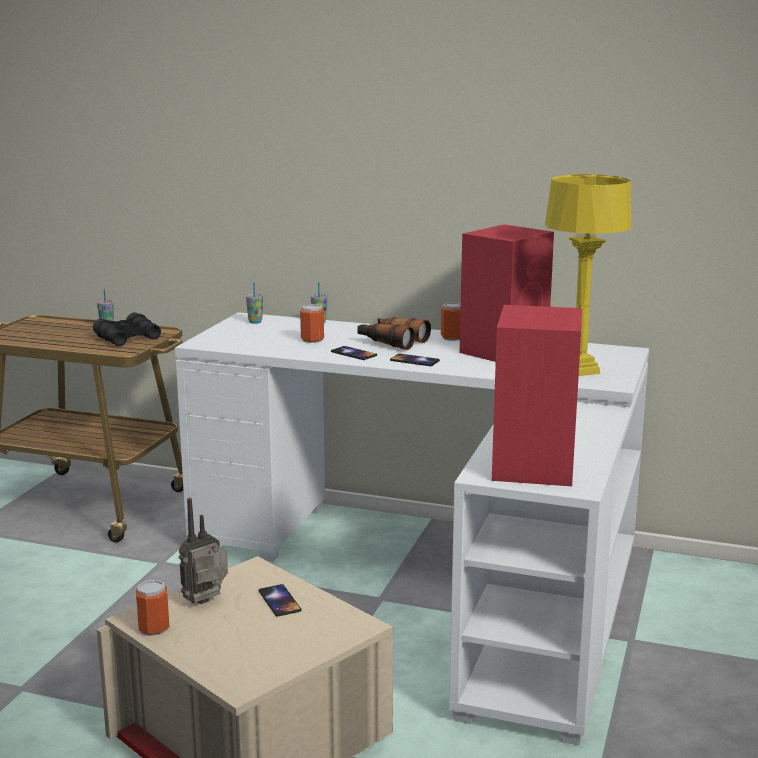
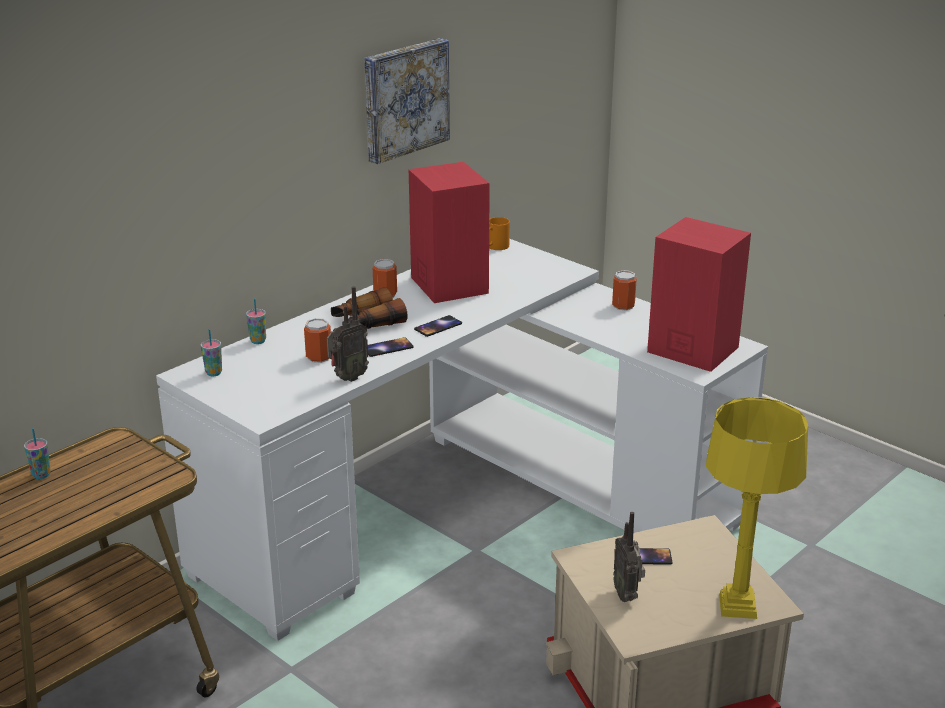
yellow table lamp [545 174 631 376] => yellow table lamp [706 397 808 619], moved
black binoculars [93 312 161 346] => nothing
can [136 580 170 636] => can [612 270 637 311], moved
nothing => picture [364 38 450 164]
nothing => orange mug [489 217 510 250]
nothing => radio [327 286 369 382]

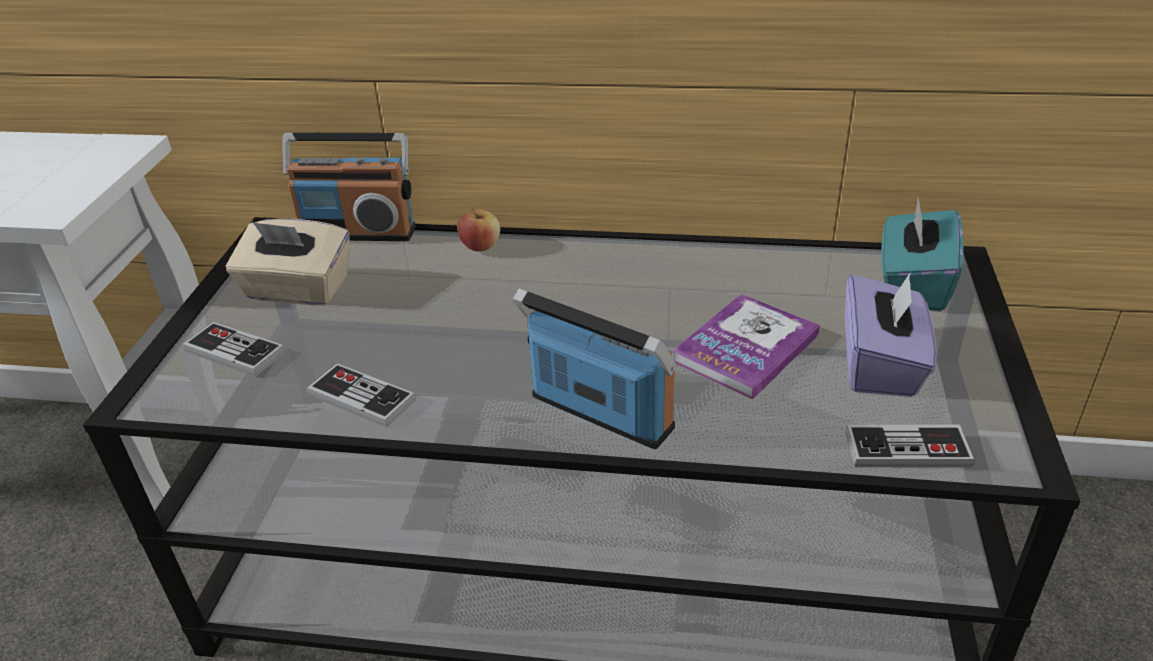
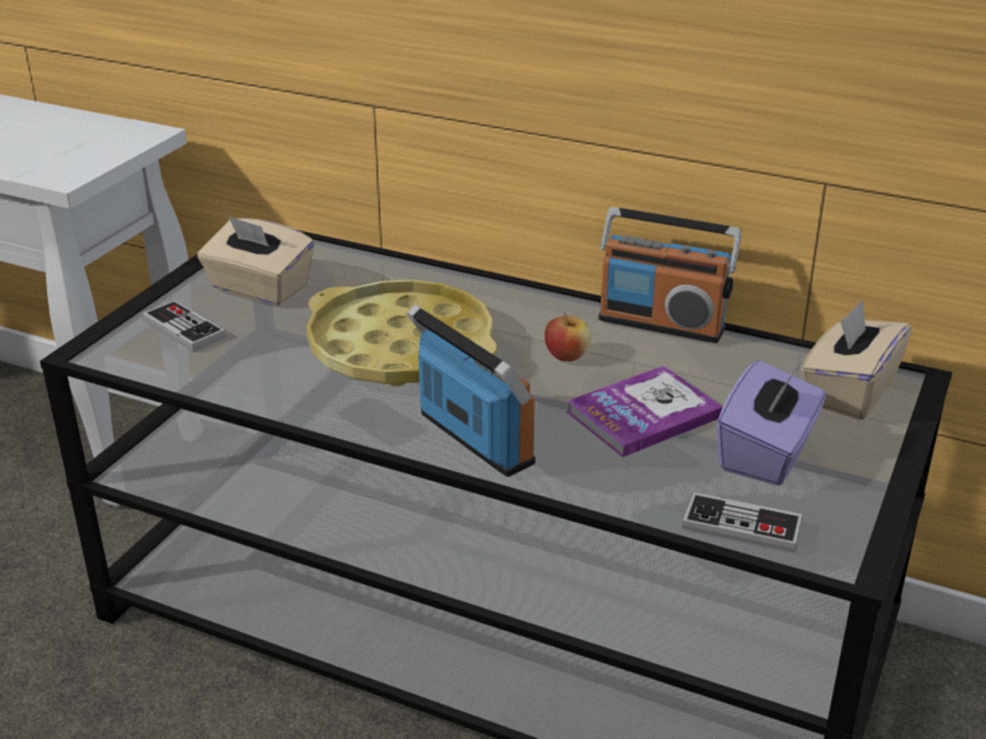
radio [282 133 416 241] => radio [599 207 742 343], moved
turquoise tissue box [881 198 964 311] => beige tissue box [801 300 912 420]
apple [457 207 500 251] => apple [545 312 592 361], moved
game controller [307 363 416 428] => nothing
nothing => yellow tray [306 280 497 387]

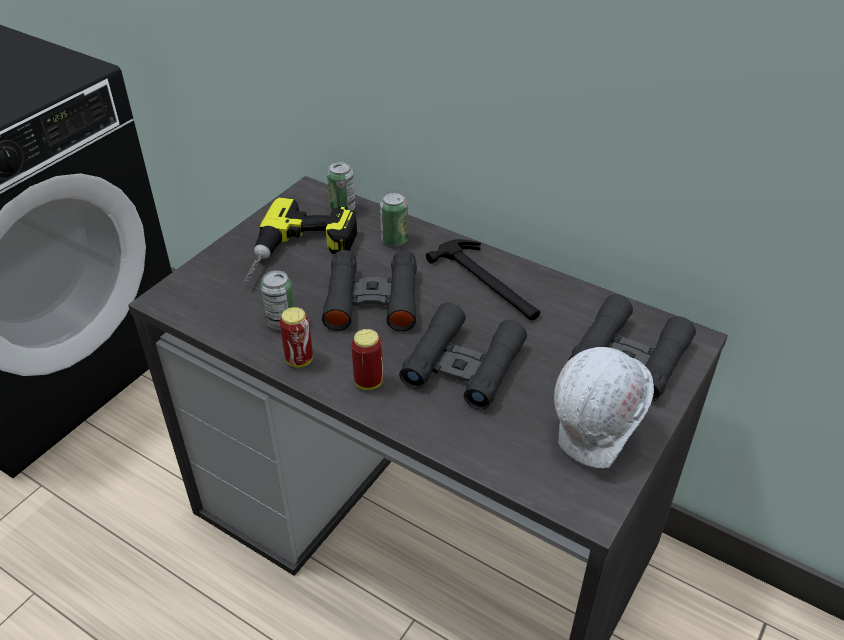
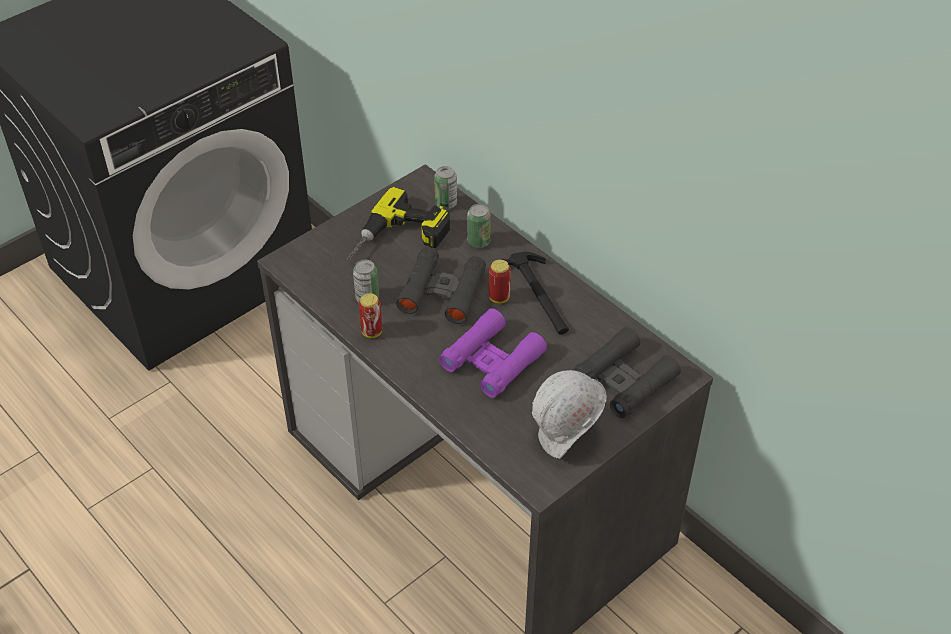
black binoculars [399 303 527 410] => purple binoculars [439 308 547 398]
can [351 329 383 390] => can [489 260 511 303], moved

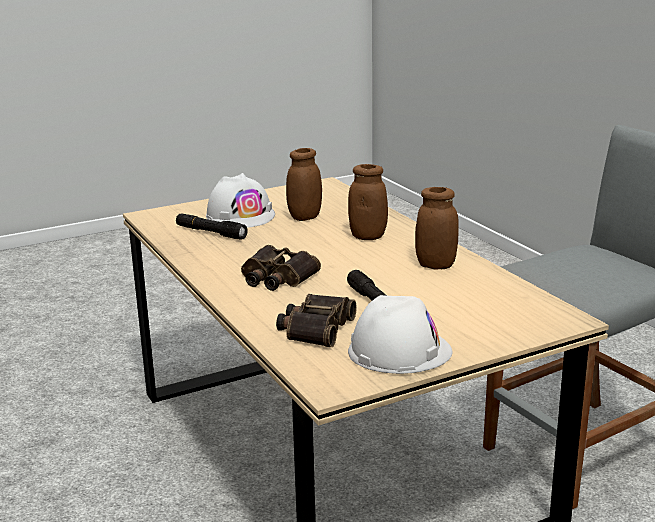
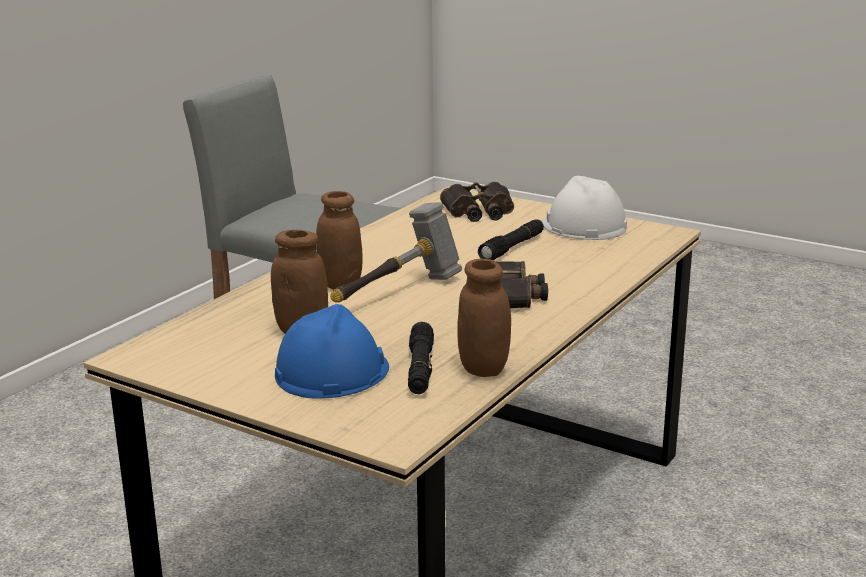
white hard hat [206 173 275 228] => blue hard hat [275 304 389 399]
brown jar [415 187 459 270] => brown jar [457 259 511 377], moved
binoculars [276 294 357 347] => binoculars [440 182 514 222], moved
nothing => hammer [330 202 462 303]

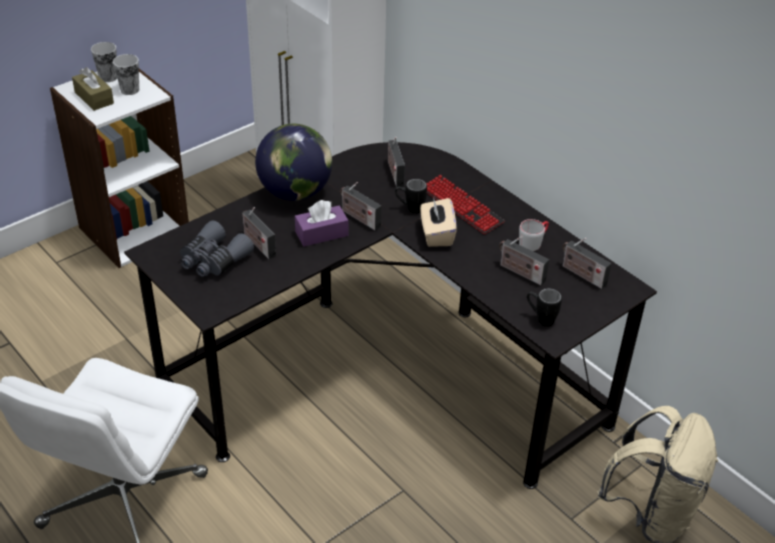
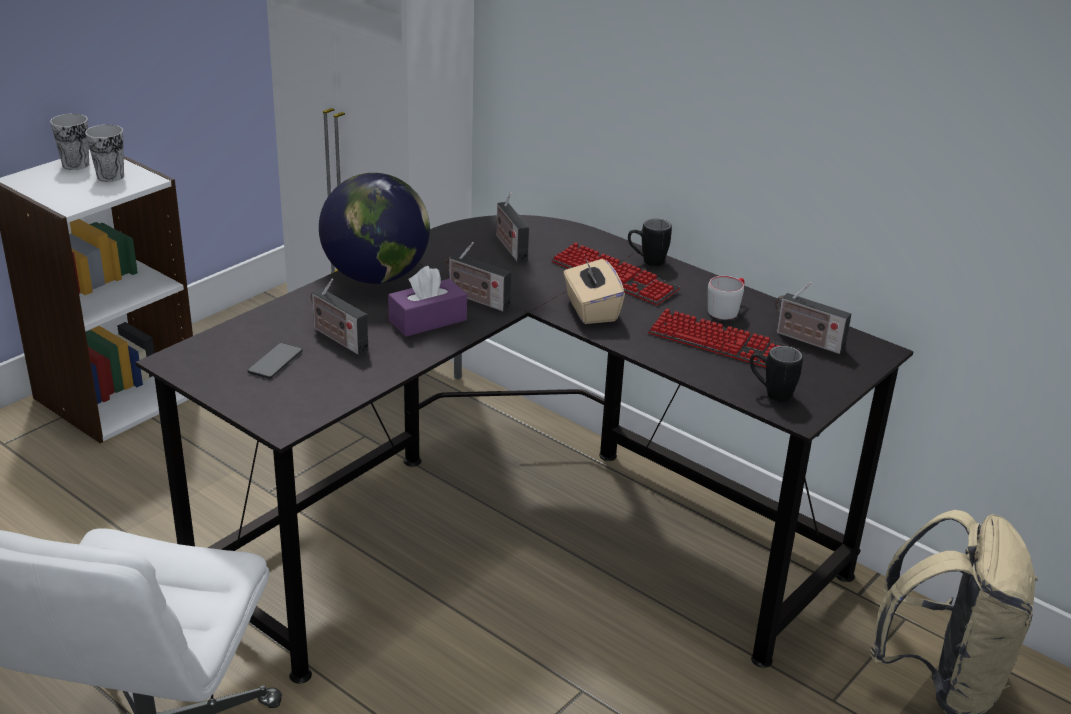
brown tissue box [72 67 114 111] => nothing
black mug [395 179 427 213] => black mug [628 219 672 266], moved
grey binoculars [180 220 254 277] => phone [248 343 303 379]
radio [499 236 549 285] => keyboard [648 309 799 367]

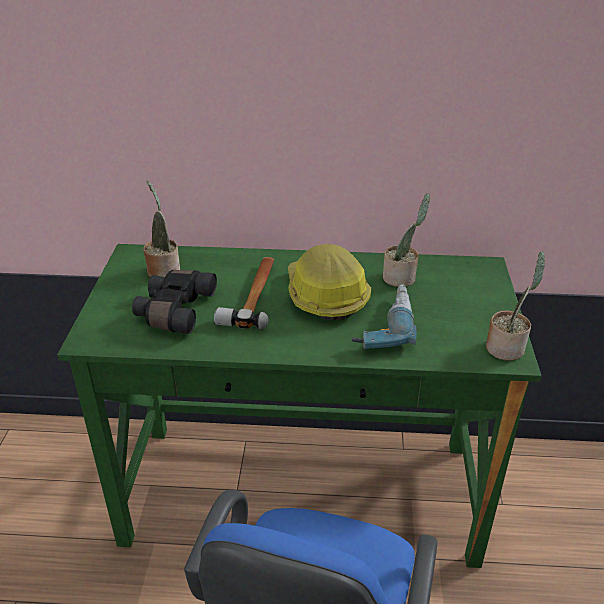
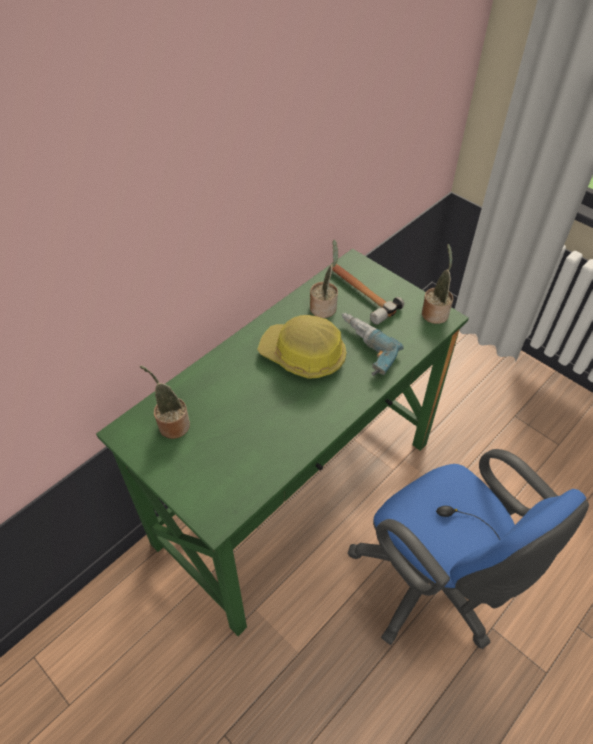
hammer [214 257 274 329] => hammer [332 264 404 325], moved
black binoculars [132 270 217 334] => nothing

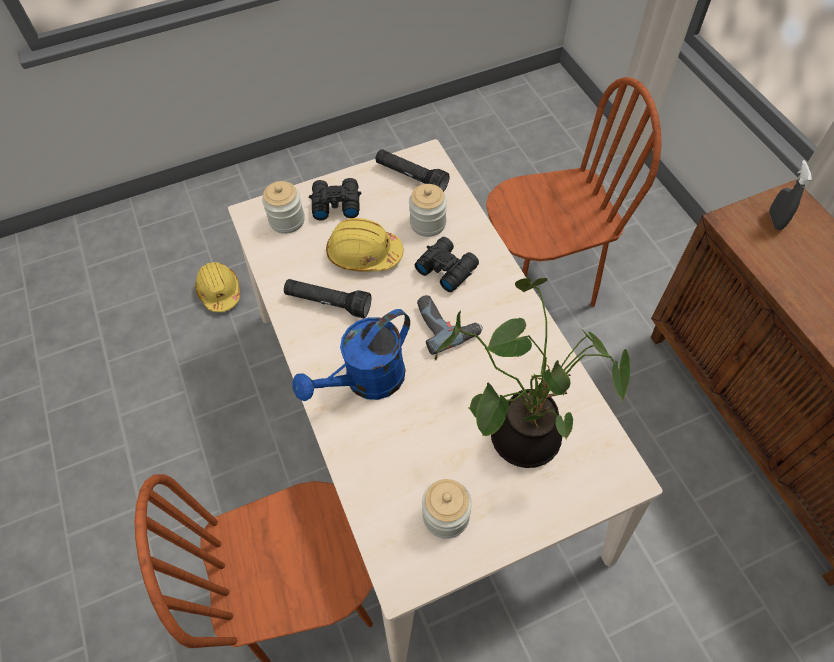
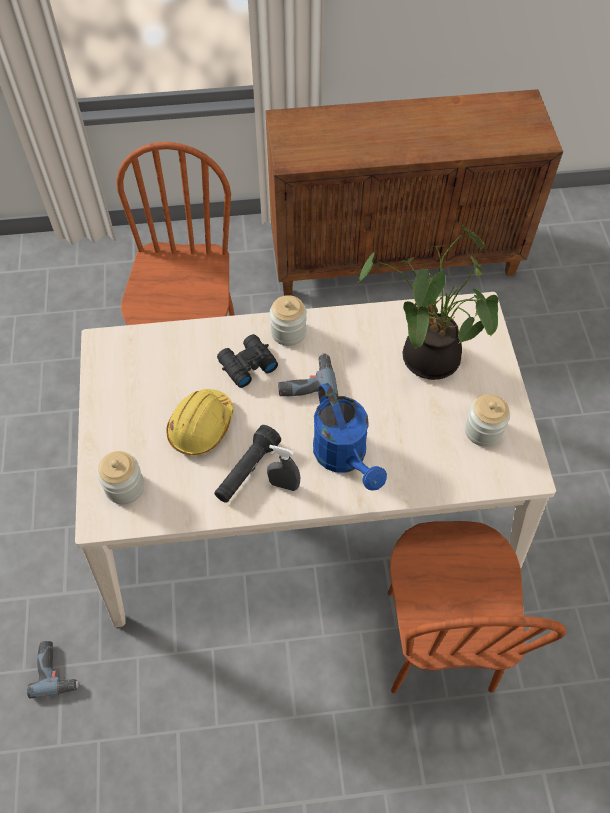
black flashlight [375 149 450 192] => nothing
grey spray bottle [769 160 812 230] => grey spray bottle [267 445 300 491], moved
black binoculars [309 178 362 220] => nothing
jar [409 184 447 237] => jar [270 295 307 346], moved
yellow hard hat [195 262 240 312] => power drill [27 641 80 698]

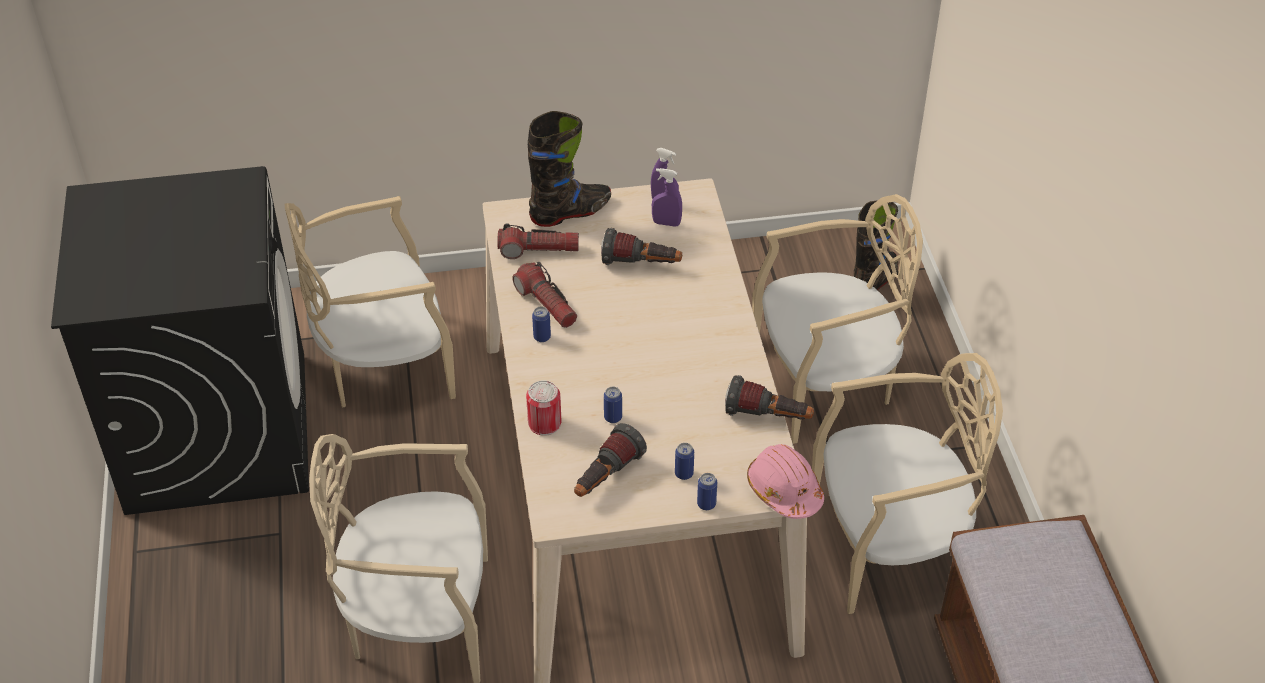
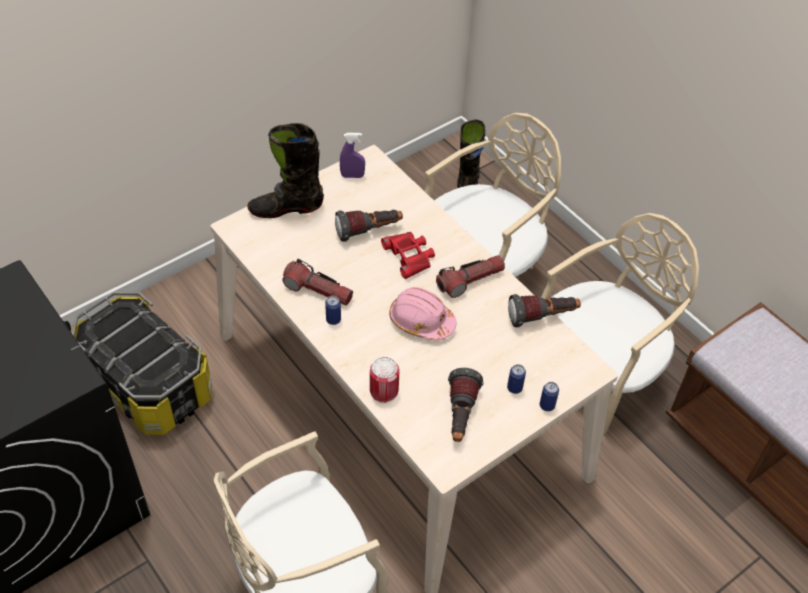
black boot [528 111 611 227] => black boot [247 123 324 218], 135 degrees counterclockwise
purple spray bottle [652 168 682 227] => nothing
beige chair [285 196 456 407] => storage box [72 292 212 435]
flashlight [498 224 579 259] => flashlight [436 255 505 298], moved
can [604 387 622 423] => nothing
pink hard hat [747 444 824 519] => pink hard hat [389 287 457 340], moved
nothing => red binoculars [381 232 435 279]

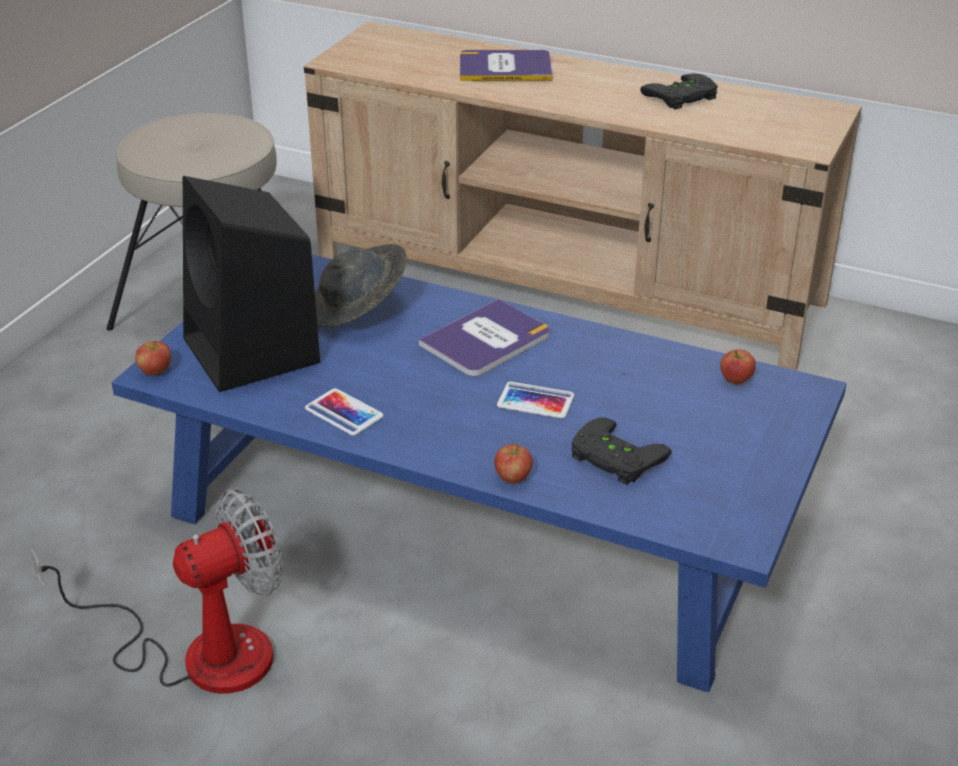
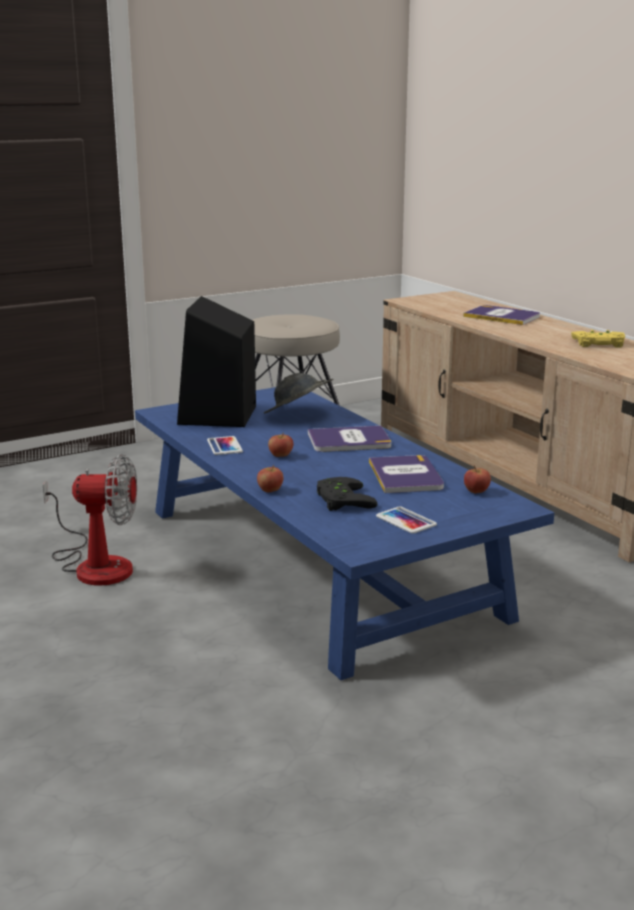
black game controller [640 73 718 110] => yellow game controller [571 330 625 348]
apple [135 341 171 376] => apple [268 432 293 457], moved
phone [497 382 574 419] => phone [376 506 437 534], moved
nothing => book [369 455 444 493]

